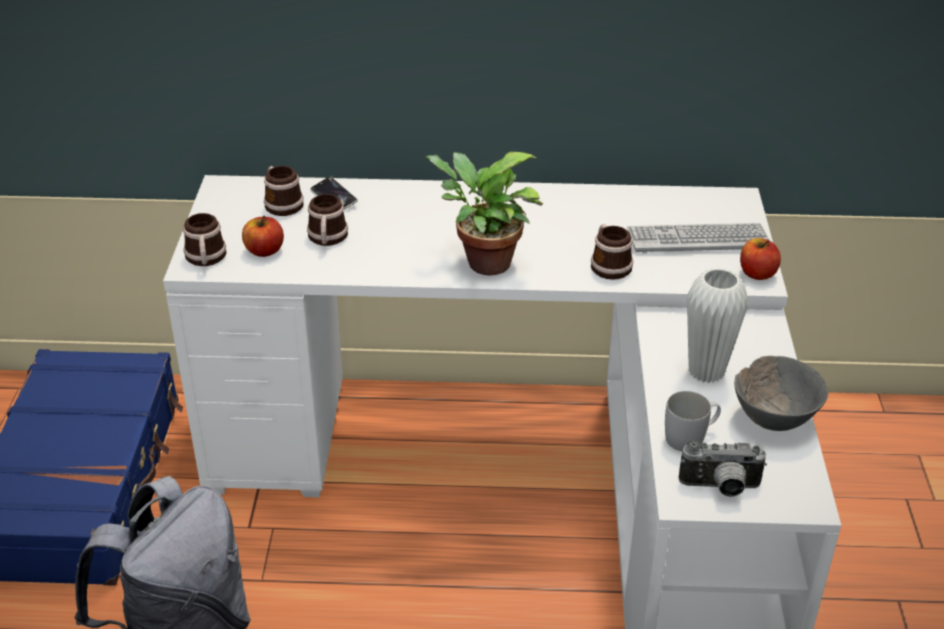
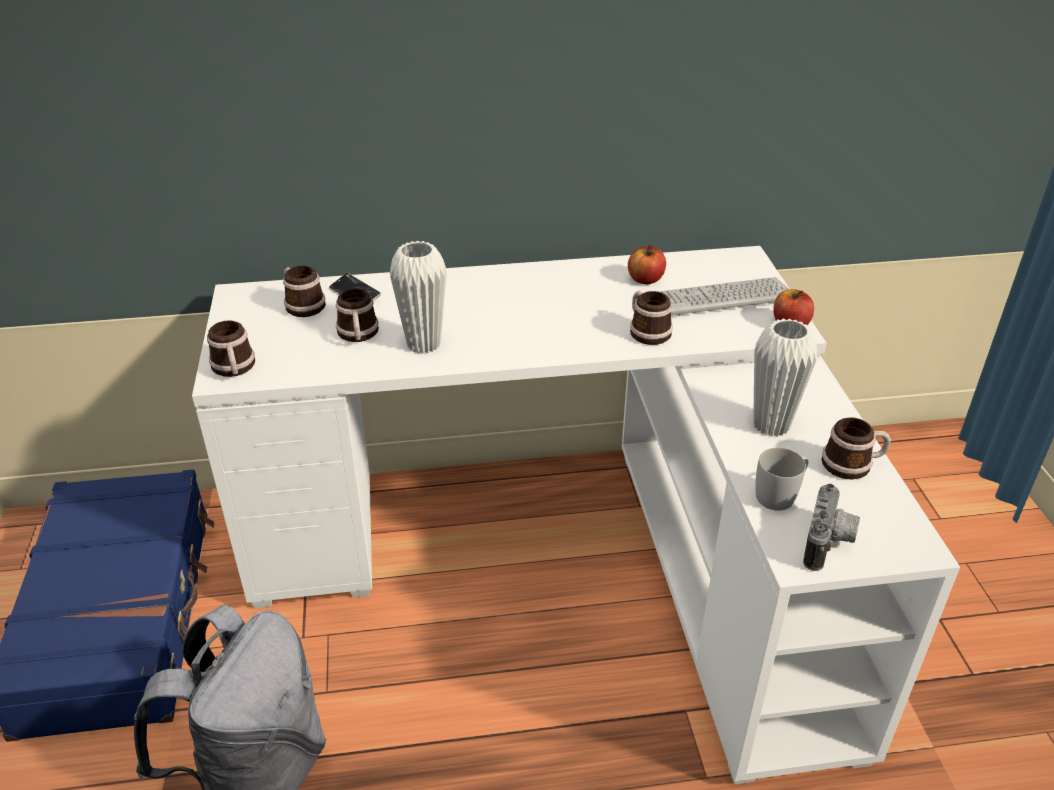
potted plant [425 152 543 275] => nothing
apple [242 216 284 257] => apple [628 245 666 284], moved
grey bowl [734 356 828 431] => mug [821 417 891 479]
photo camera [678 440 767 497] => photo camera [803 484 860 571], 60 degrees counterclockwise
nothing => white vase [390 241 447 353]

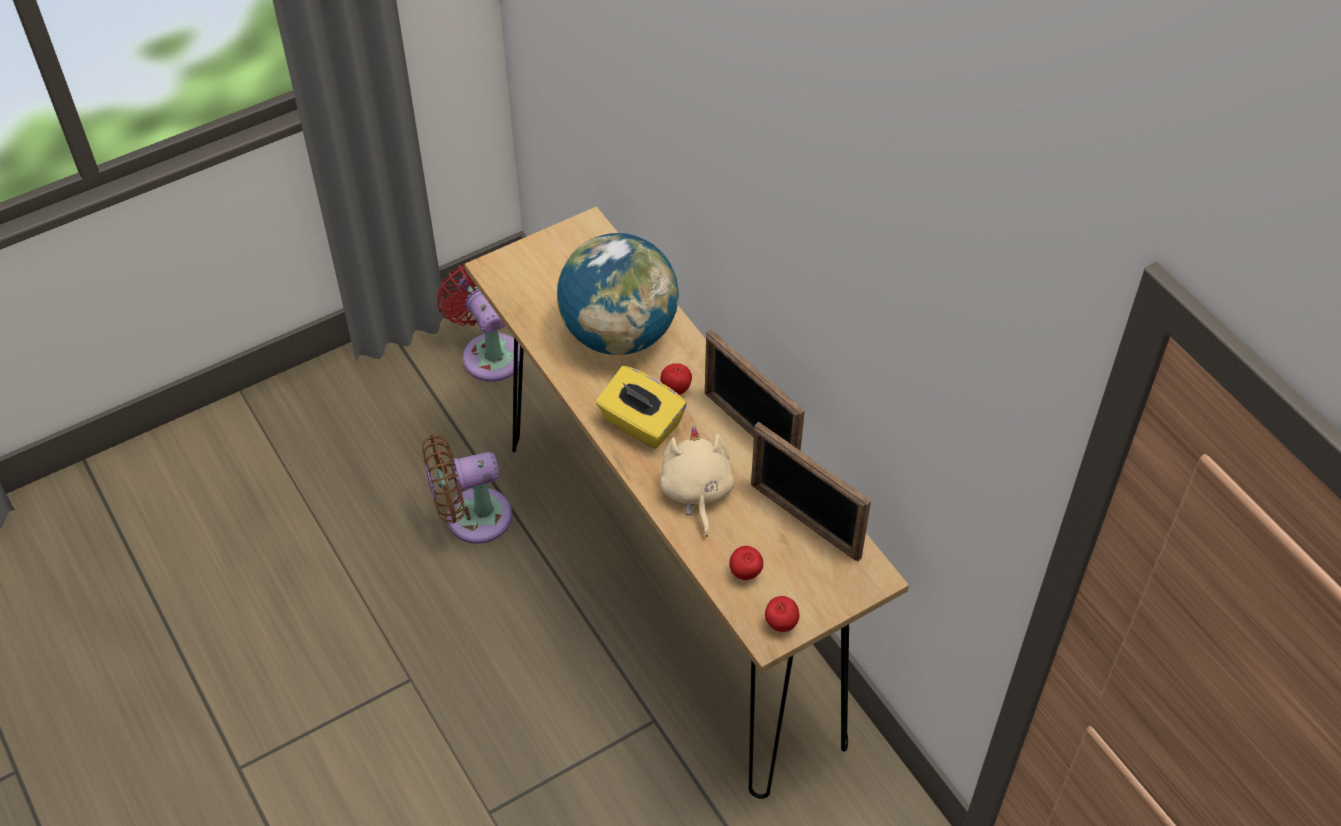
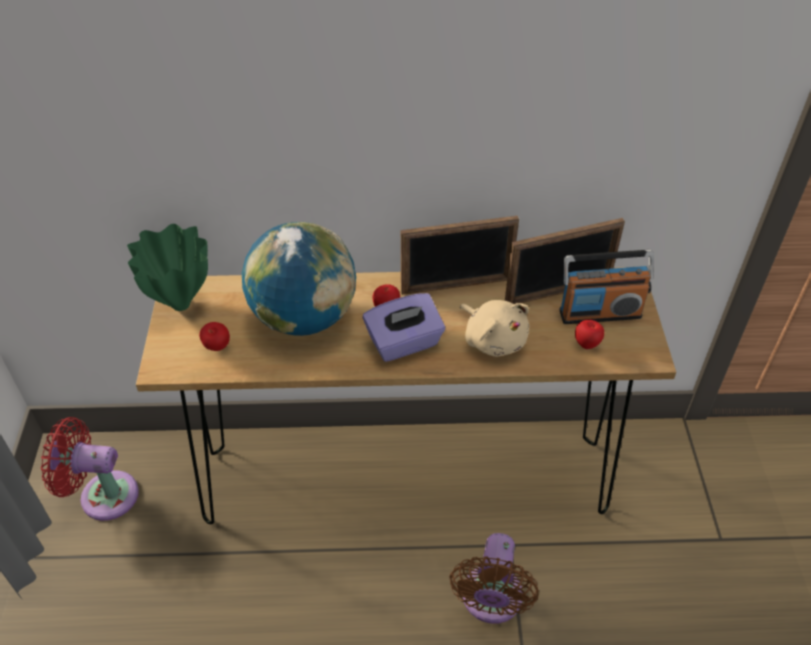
yellow tissue box [596 366 687 449] => purple tissue box [363 293 445 362]
beige plush toy [660 426 735 537] => beige plush toy [460 300 529 357], 150 degrees counterclockwise
brown fan [422 434 512 544] => brown fan [449 533 539 624], moved
apple [765 596 799 632] => apple [199 322 230 351], moved
nothing => green vase [127 224 208 311]
nothing => radio [559 250 654 324]

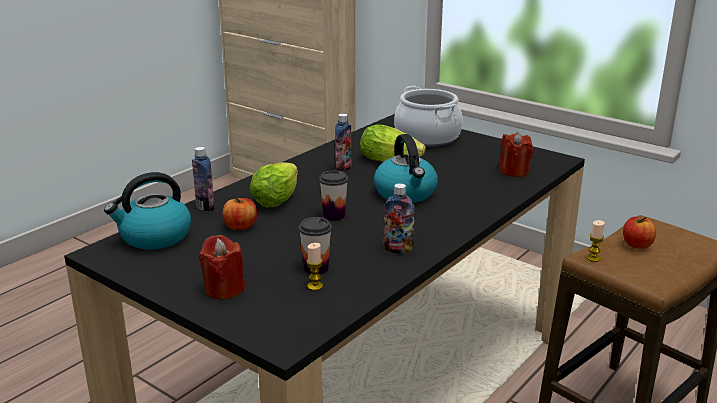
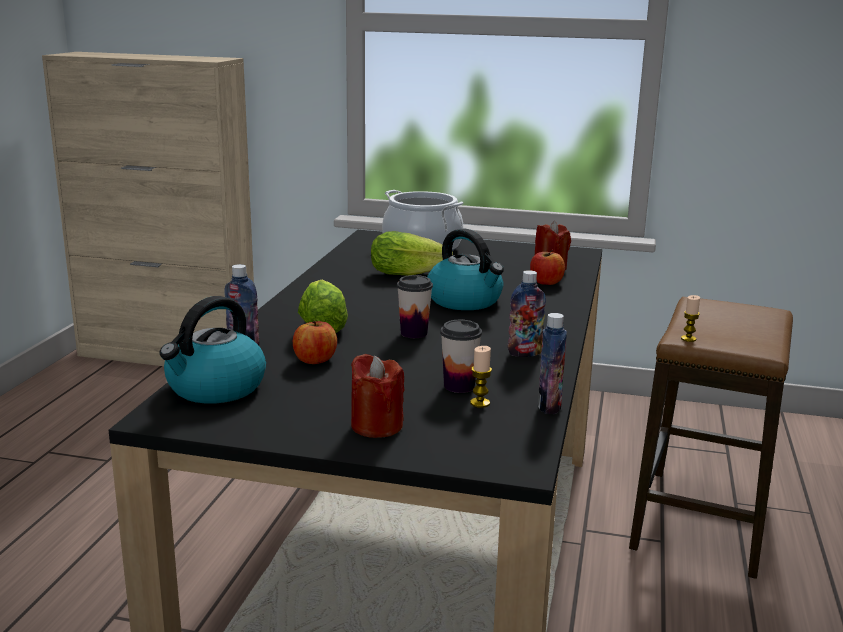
bottle [335 114 351 172] => bottle [538 313 567 414], moved
apple [623 217 656 249] => apple [530 249 565 285], moved

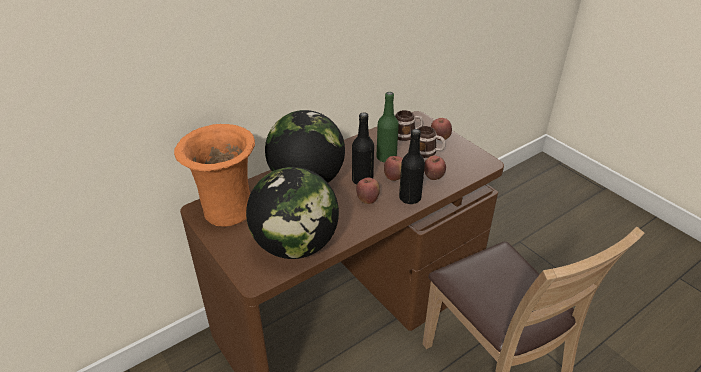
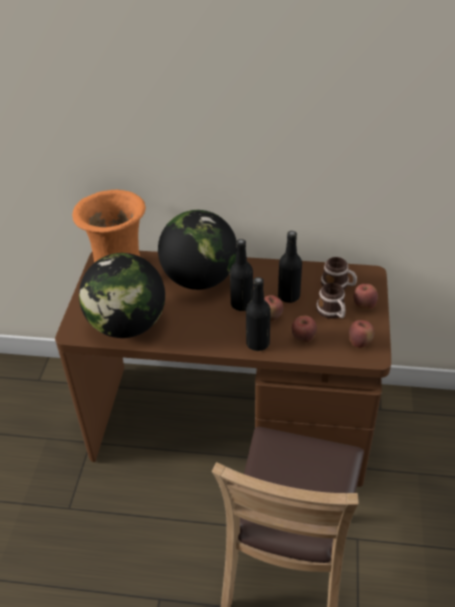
green bottle [376 92 399 162] => black bottle [278 231 302 303]
apple [356 177 380 204] => apple [349 320 374 348], moved

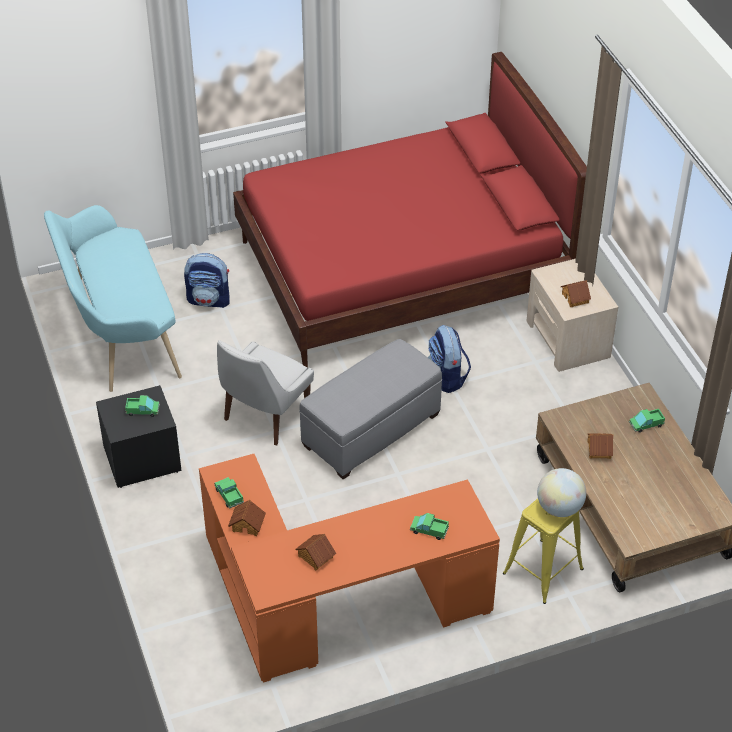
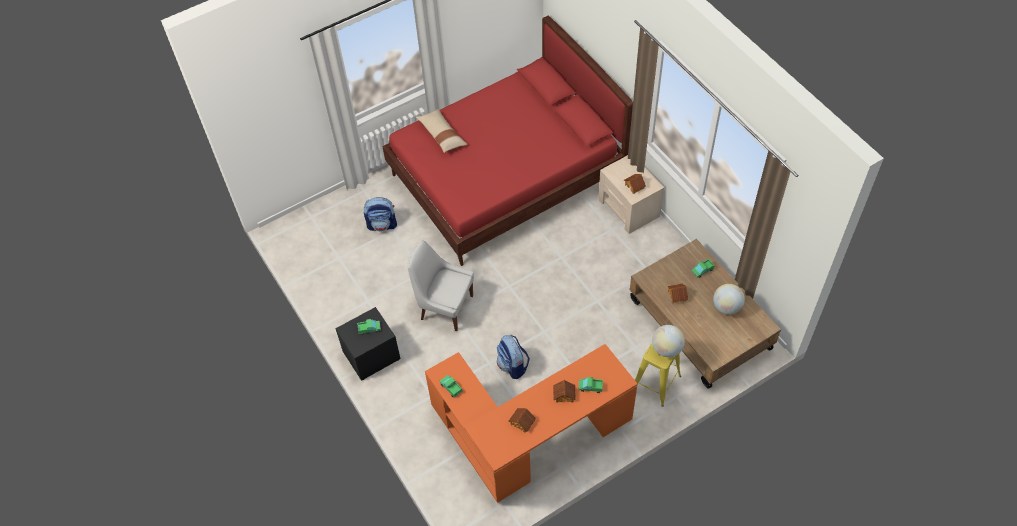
turquoise bench [44 205 182 392] => nothing
backpack [428 325 471 393] => backpack [497 335 530 379], moved
grey ottoman [299 339 442 479] => nothing
white chair [217 340 314 445] => white chair [408 240 474 331], 90 degrees clockwise
toy house [228 500 266 536] => toy house [553 380 576 403], moved
nothing => beige pillow [416 109 468 153]
nothing => globe [713 284 745 315]

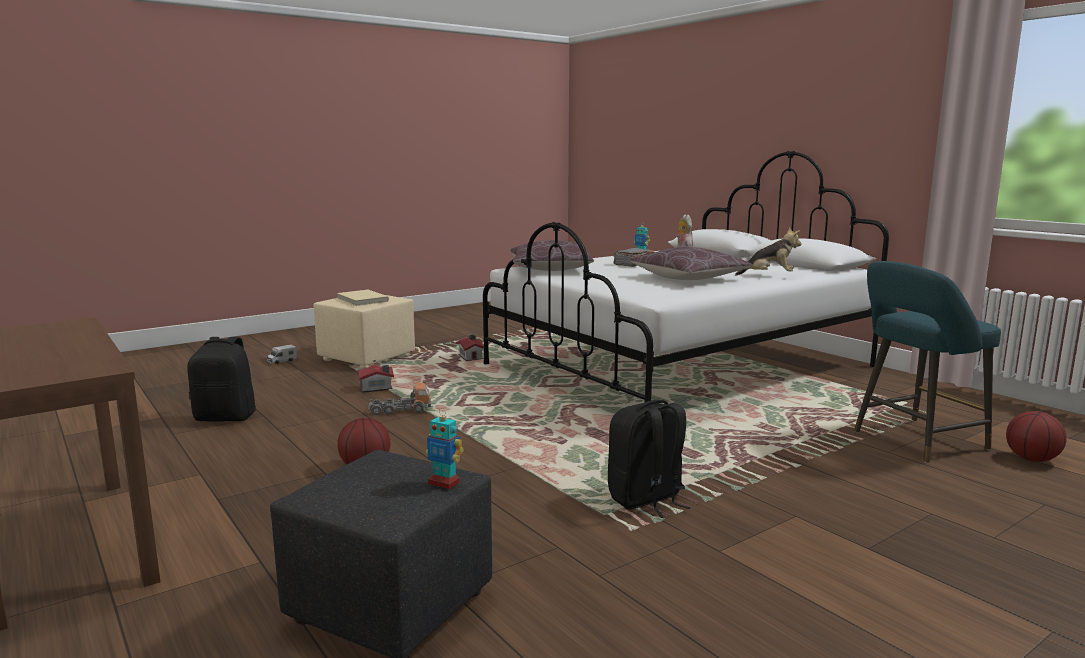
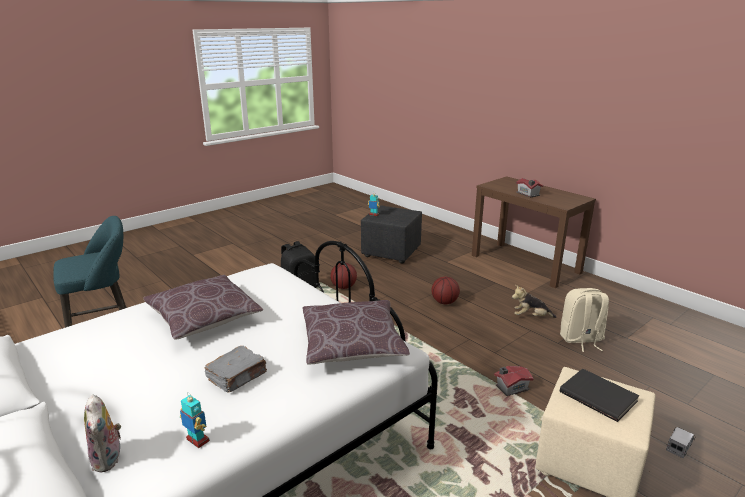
plush toy [735 228 802 276] => plush toy [512 285 556 318], moved
beige book [337 290 389 306] => black book [560 369 639 422]
toy house [456 334 484 361] => toy house [516 178 543 198], moved
black backpack [187 337 256 421] => beige backpack [560 288 609 352]
toy truck [368 383 431 416] => nothing
basketball [1006 411 1067 462] => basketball [330 263 357 289], moved

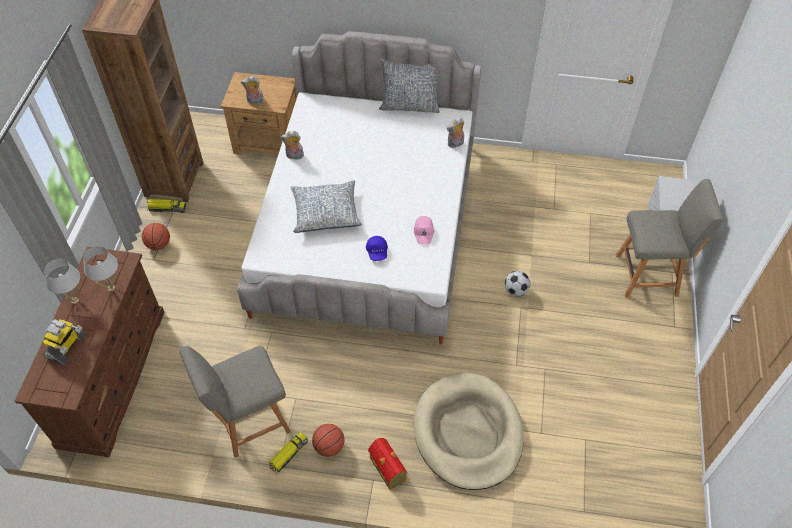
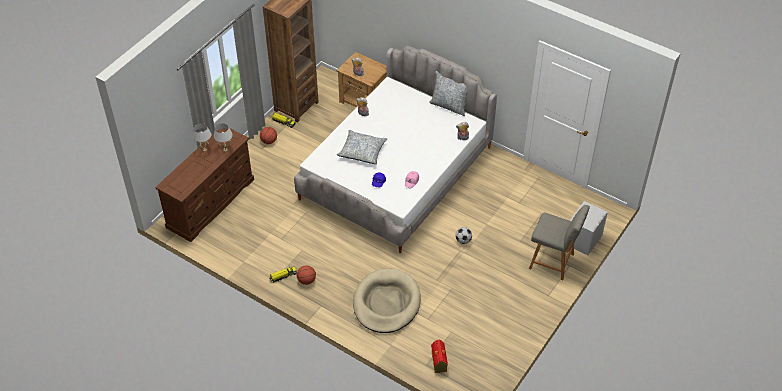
toy robot [43 319 86 365] => nothing
grey chair [179 346 291 458] => nothing
toy house [368 438 407 490] => toy house [431 340 448 373], moved

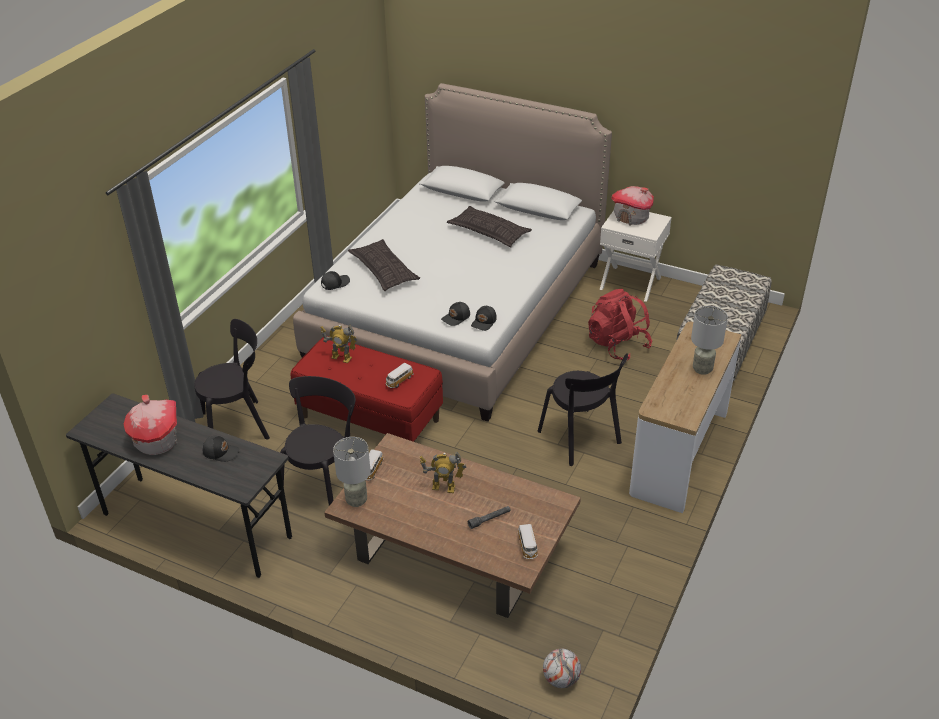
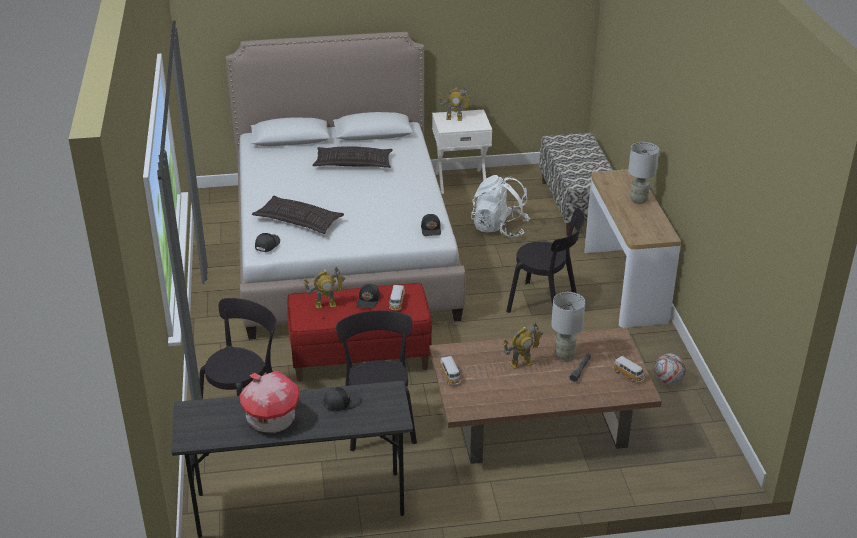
toy house [611 186 654 226] => toy robot [438 86 471 121]
red backpack [588 289 652 360] => white backpack [471 175 531 238]
black cap [441 302 470 326] => black cap [357 284 380 309], moved
grey table lamp [333 437 371 507] => grey table lamp [551 292 585 360], moved
football [543 649 581 688] => football [654 353 686 384], moved

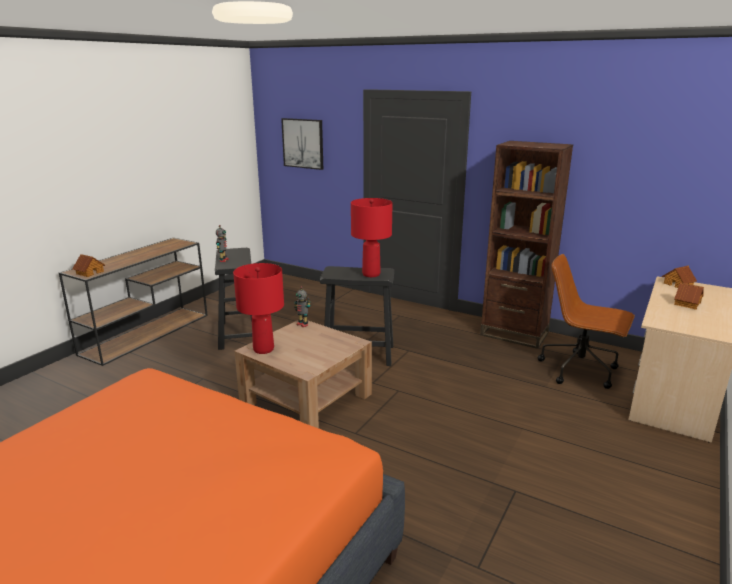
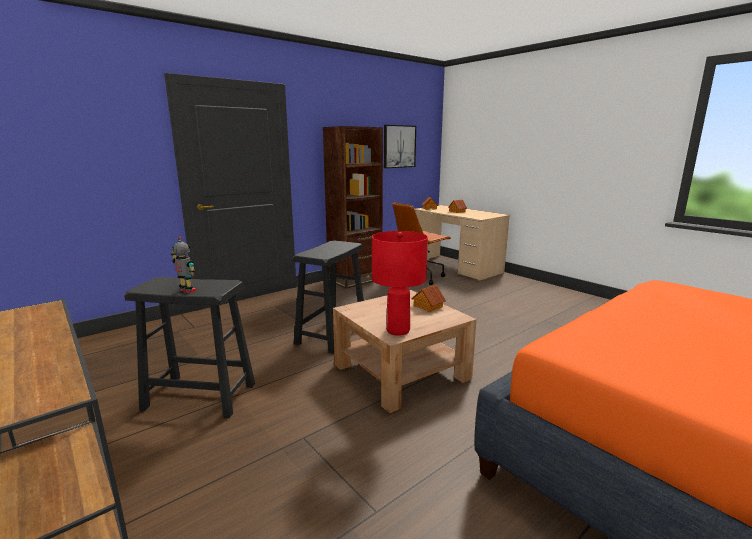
picture [281 118 323 170] => picture [384 125 416 168], moved
red table lamp [351 198 392 277] => nothing
toy house [72 254 105 277] => toy house [411 285 446 312], moved
toy robot [294 286 311 328] => nothing

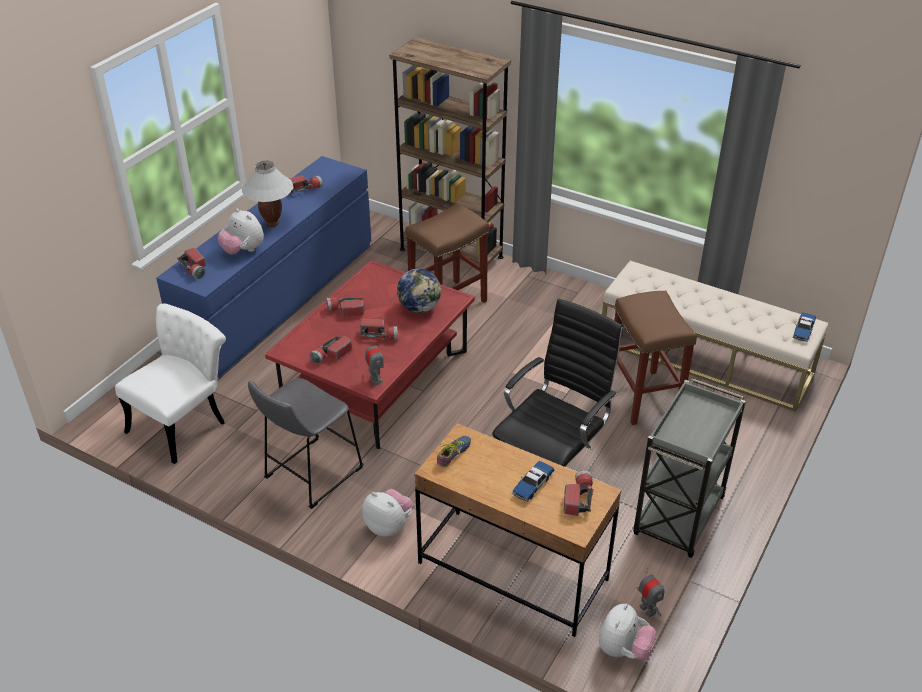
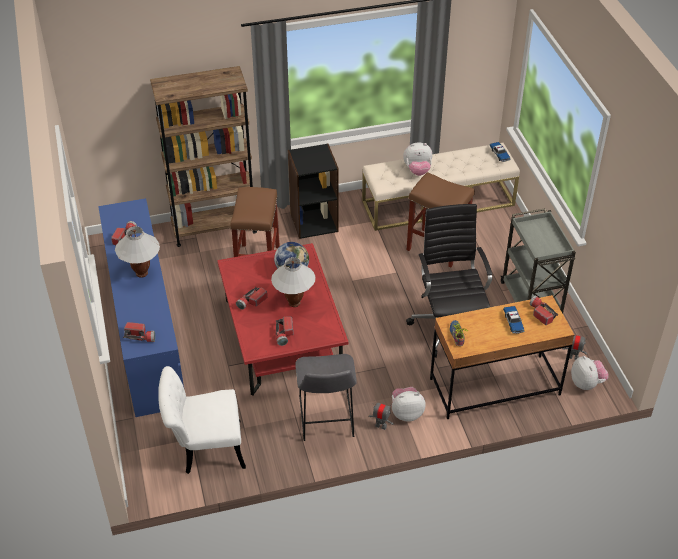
plush toy [218 209 264 254] => plush toy [403 142 432 176], moved
white chair [115 303 226 464] => white chair [158 366 246 474], 90 degrees counterclockwise
flashlight [360 319 398 340] => white table lamp [271 257 316 307]
toy robot [365 338 384 386] => toy robot [369 400 394 430], moved
nothing => black bookcase [288 144 339 239]

